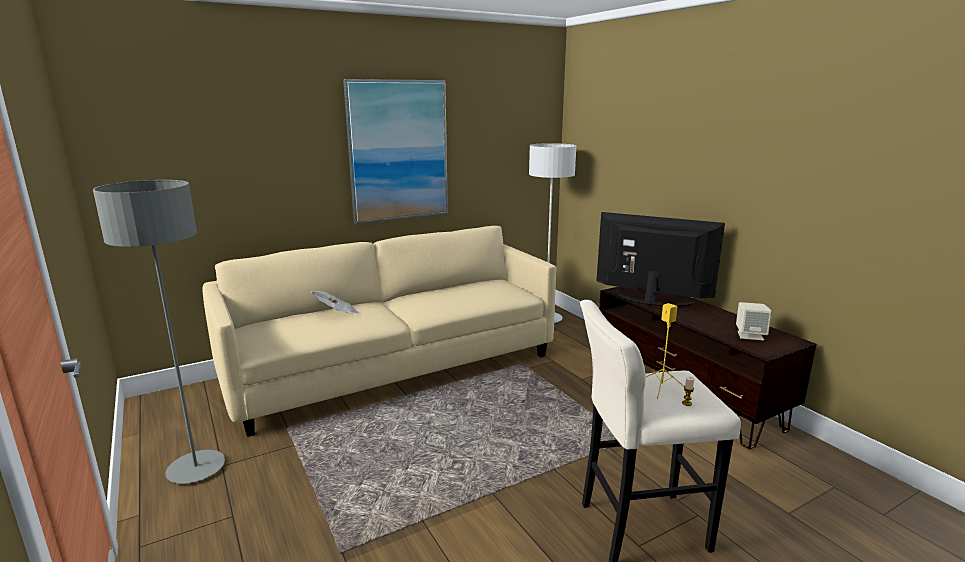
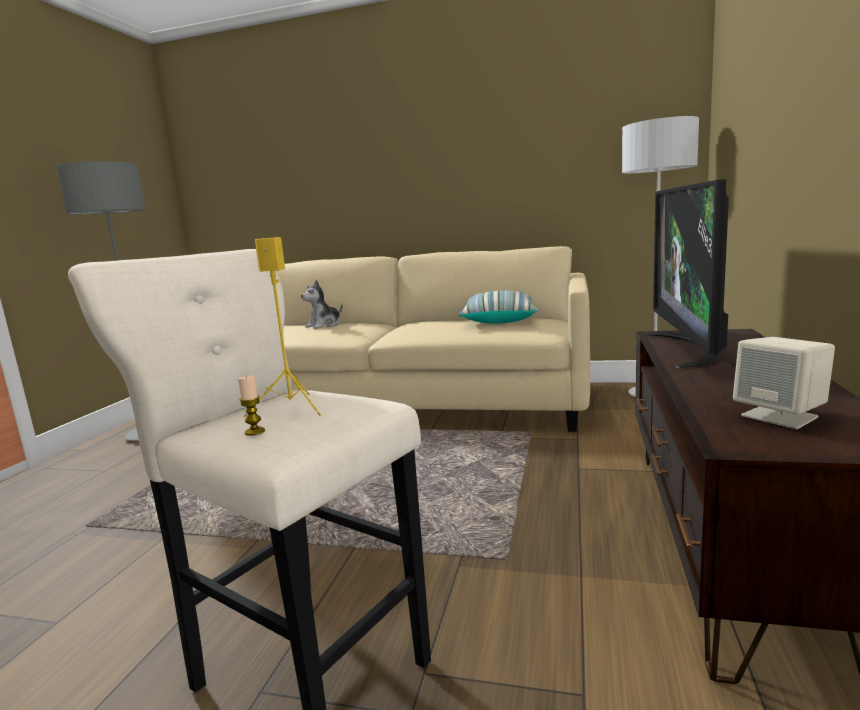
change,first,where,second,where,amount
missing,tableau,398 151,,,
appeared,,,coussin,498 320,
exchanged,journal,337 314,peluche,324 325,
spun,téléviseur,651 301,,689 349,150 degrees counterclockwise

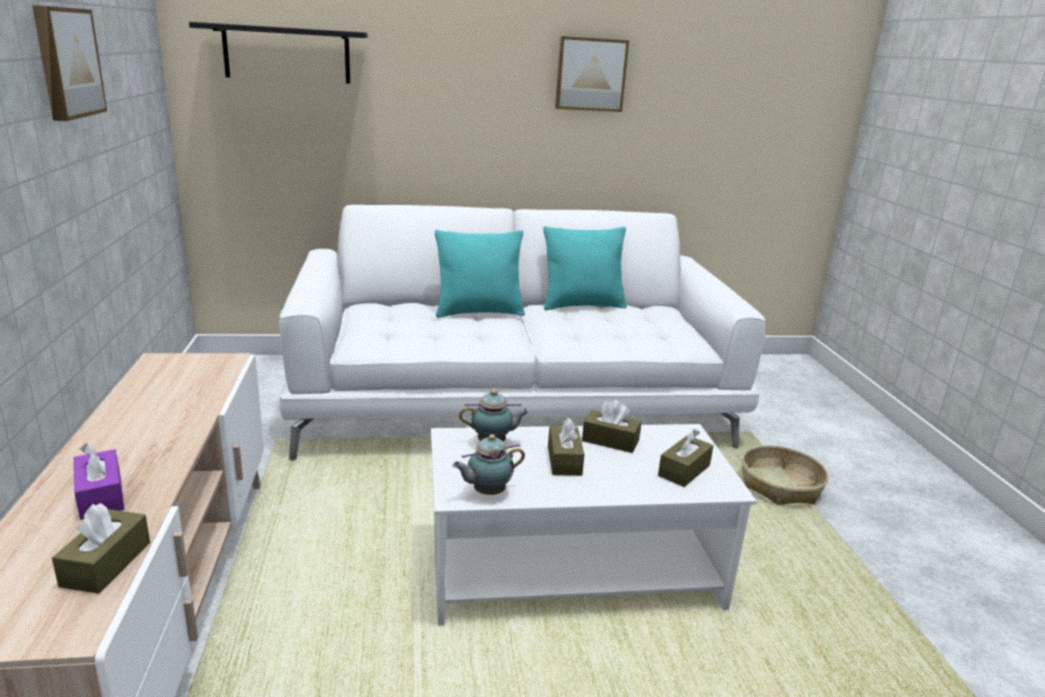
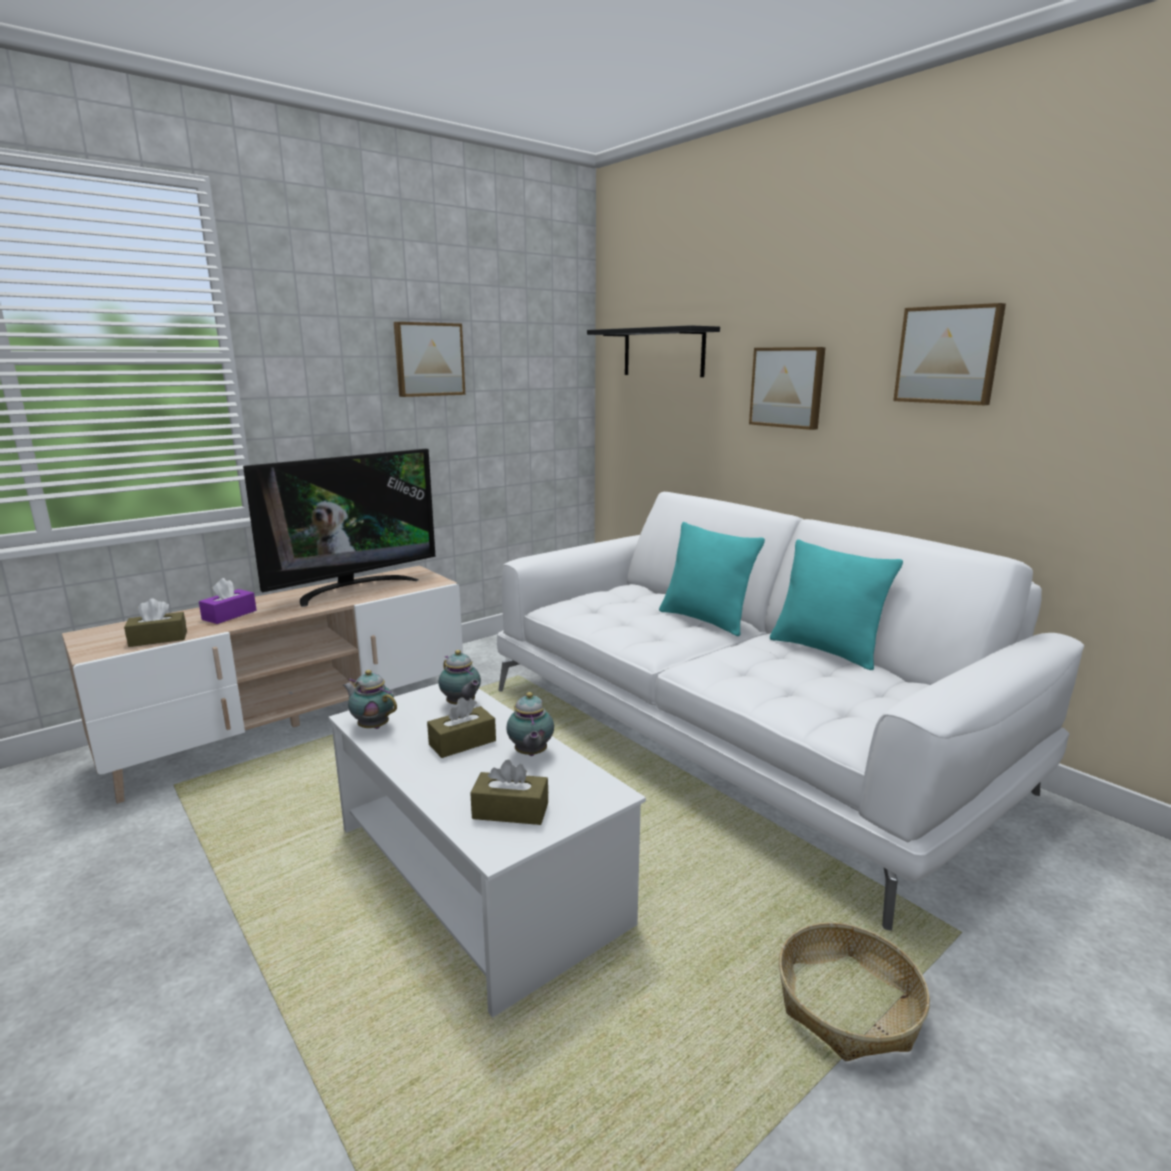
change,first,where,second,where,amount
appeared,,,téléviseur,353 588,
appeared,,,tableau,788 387,
exchanged,boîte à mouchoirs/marron,610 441,théière,530 754,

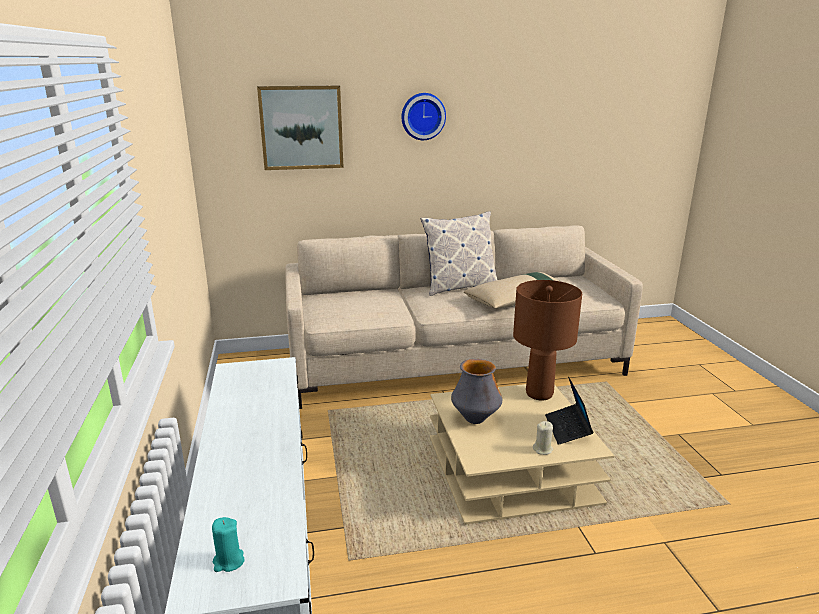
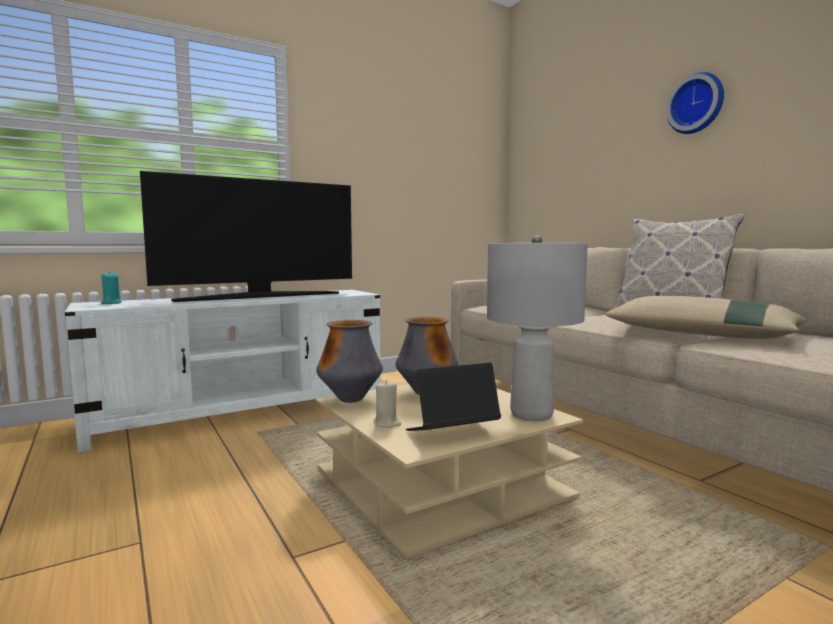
change,first,where,second,where,amount
missing,tableau,301 127,,,
appeared,,,téléviseur,260 297,
appeared,,,vase,350 399,
colour,lampe de table/marron,539 393,lampe de table/gris,532 414,

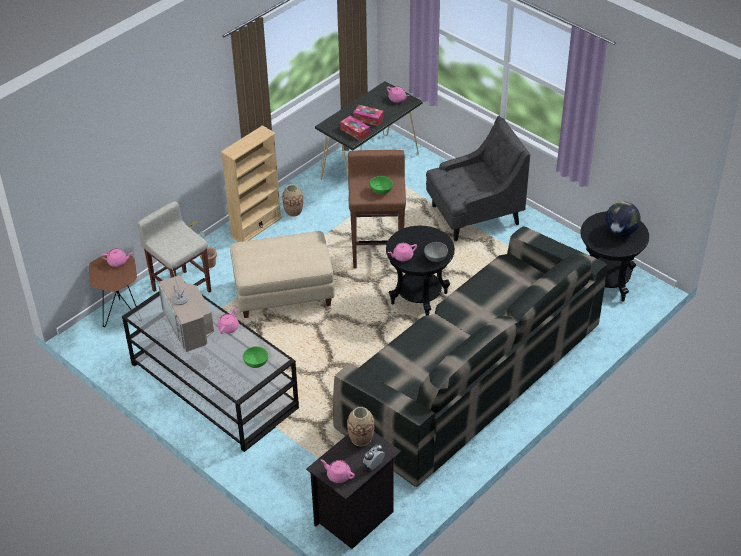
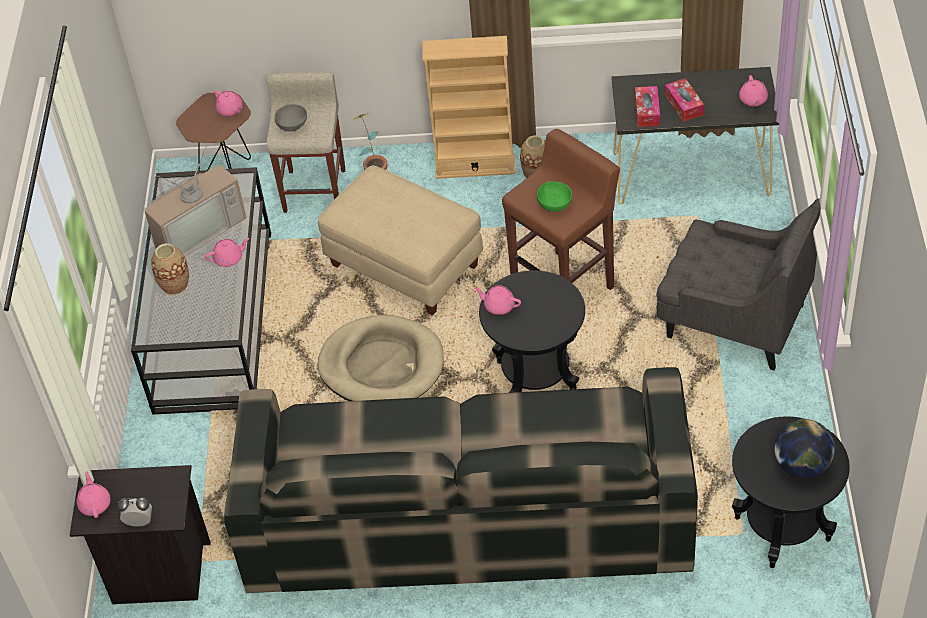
change,first,where,second,where,amount
missing,bol/vert,255 363,,,
appeared,,,panier pour chien/beige,382 365,
relocated,vase,361 438,,175 285,
relocated,bol/gris,436 257,,293 126,
spun,téléviseur,189 326,,198 229,150 degrees counterclockwise

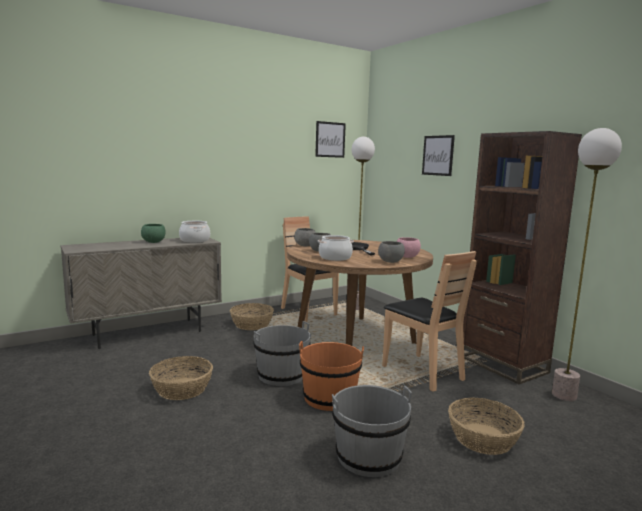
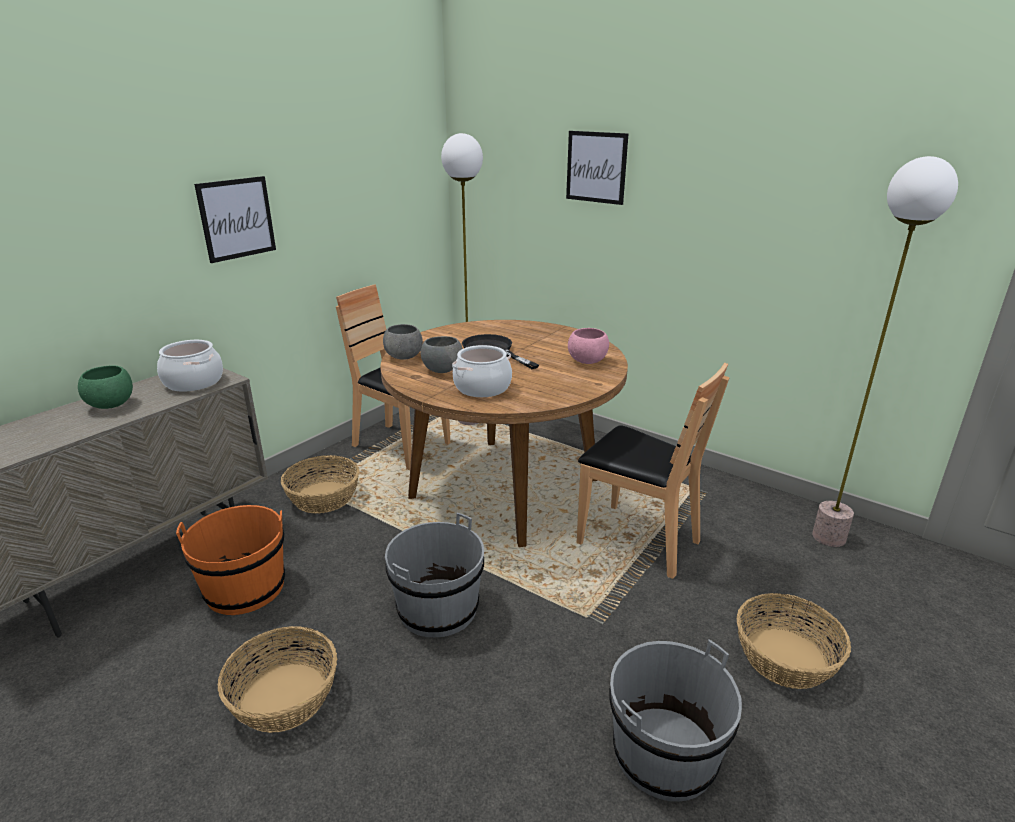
change,first,where,second,where,amount
missing,bol/gris,390 262,,,
missing,bibliothèque/marron,503 365,,,
relocated,seau/orange,329 398,,245 588,
relocated,tableau,330 139,,237 218,

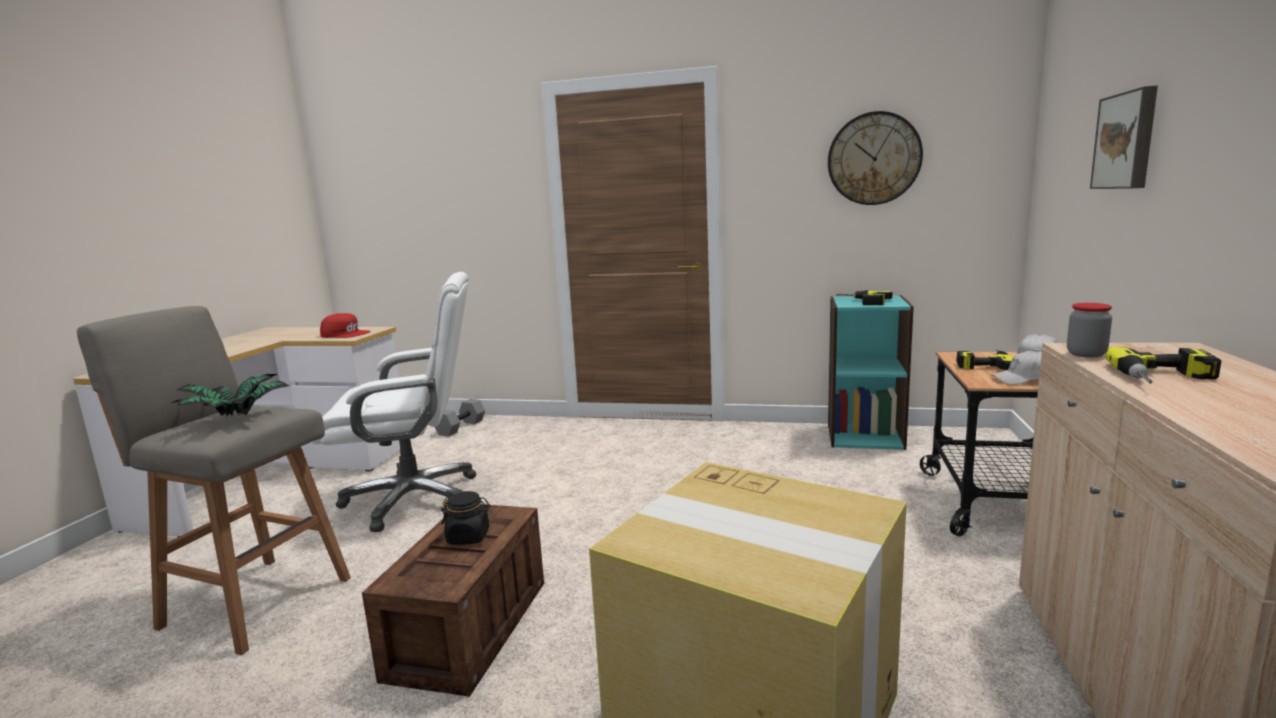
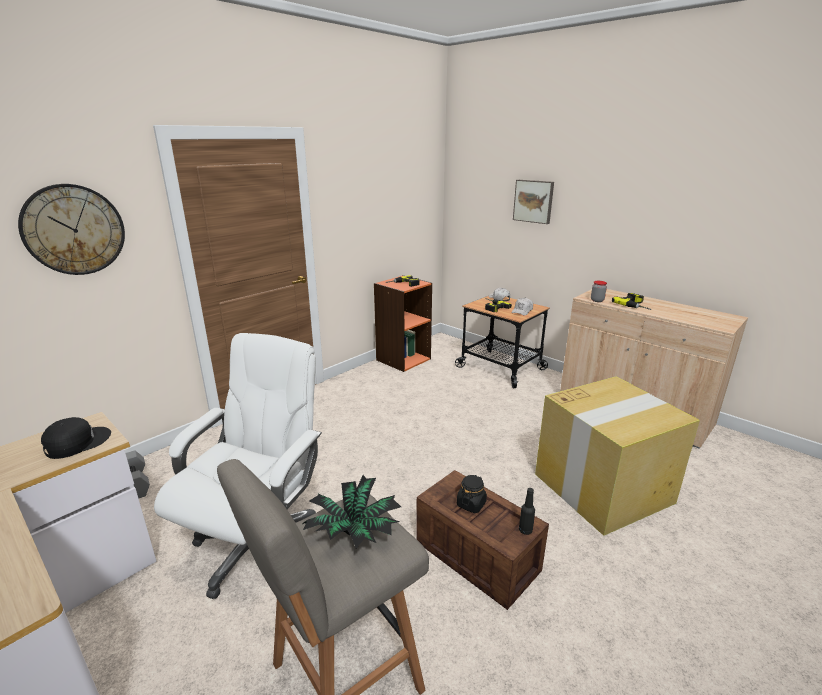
change,first,where,second,where,amount
appeared,,,bouteille/noir,525 530,
relocated,horloge murale,874 159,,74 230,
colour,casquette/rouge,346 334,casquette/noir,77 442,
colour,bibliothèque/turquoise,864 436,bibliothèque/orange,403 359,

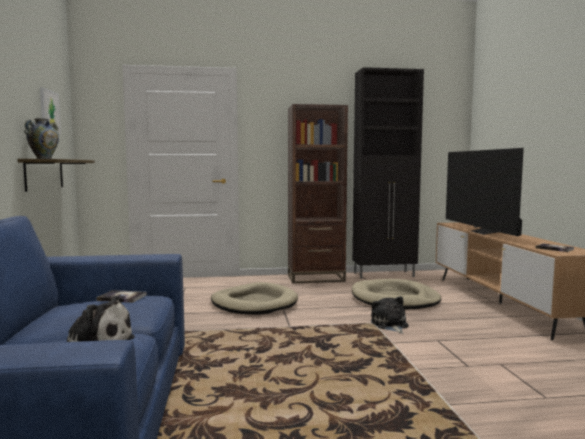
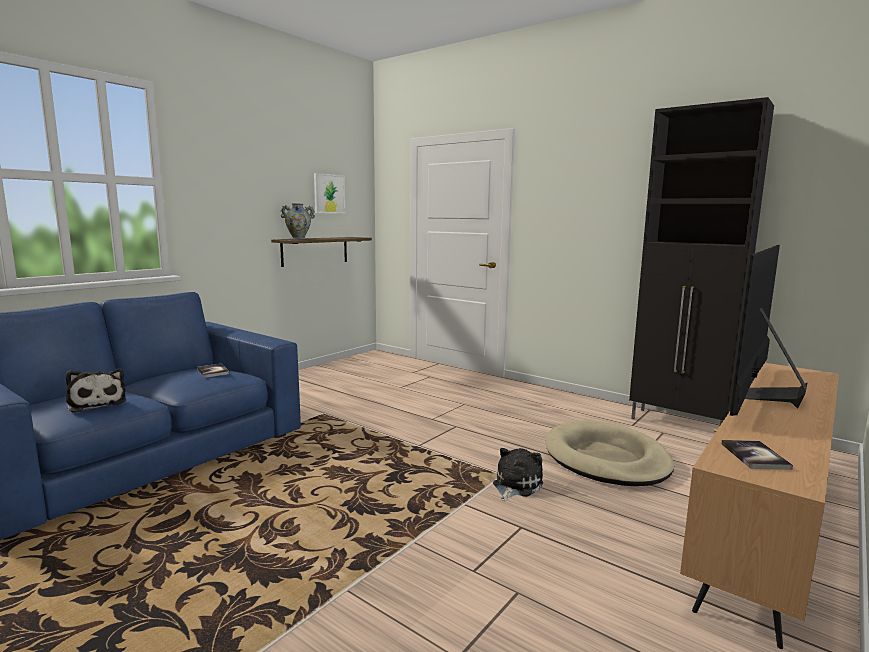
change,first,where,second,where,amount
missing,panier pour chien/beige,254 303,,,
missing,bibliothèque/marron,316 278,,,

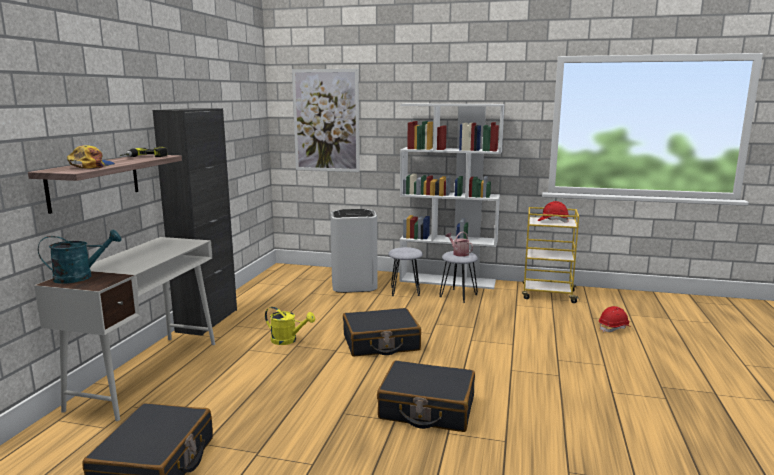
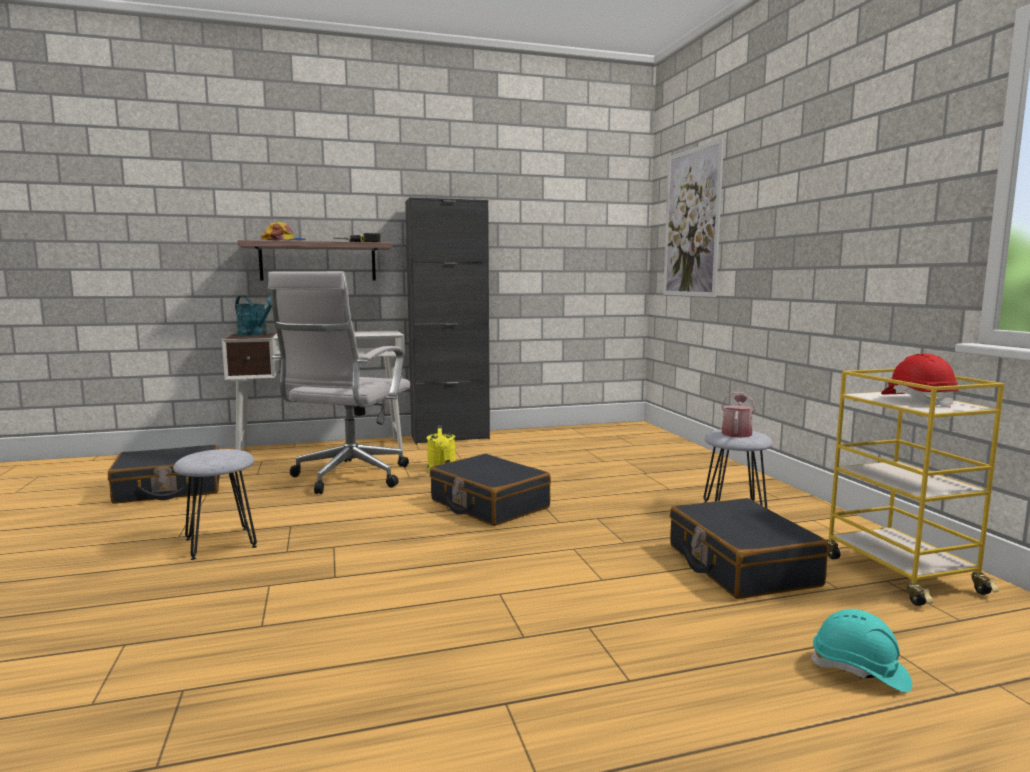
change,first,where,second,where,amount
missing,poubelle/blanc,354 285,,,
missing,bibliothèque/blanc,448 281,,,
appeared,,,chaise de bureau/blanc,348 478,
relocated,valise/noir,427 408,,740 565,
relocated,tabouret/gris,405 291,,221 543,
colour,casque de chantier/rouge,614 328,casque de chantier/turquoise,860 671,

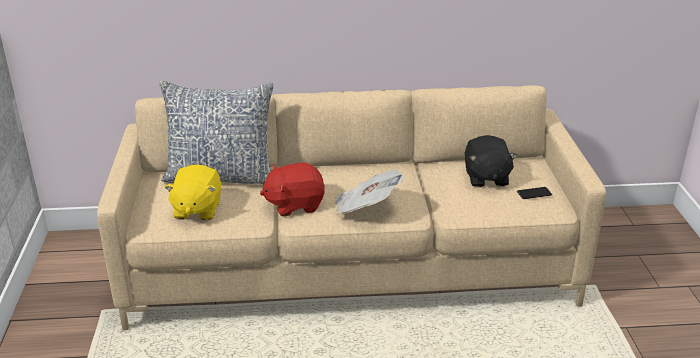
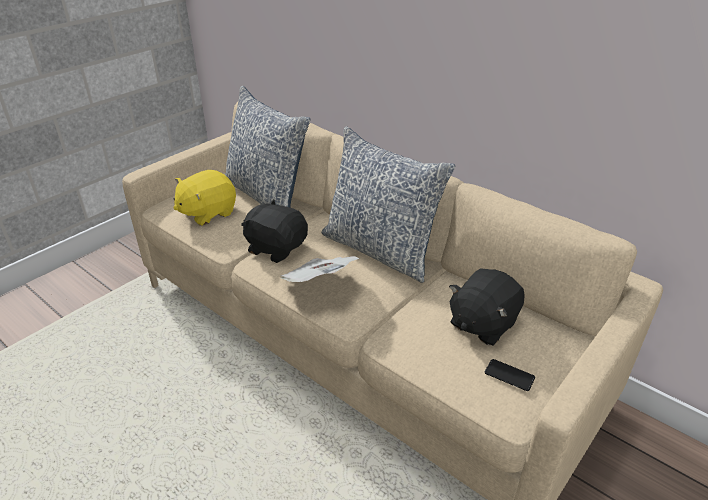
change,first,where,second,where,amount
appeared,,,coussin,380 250,
colour,peluche/rouge,294 204,peluche/noir,276 248,

